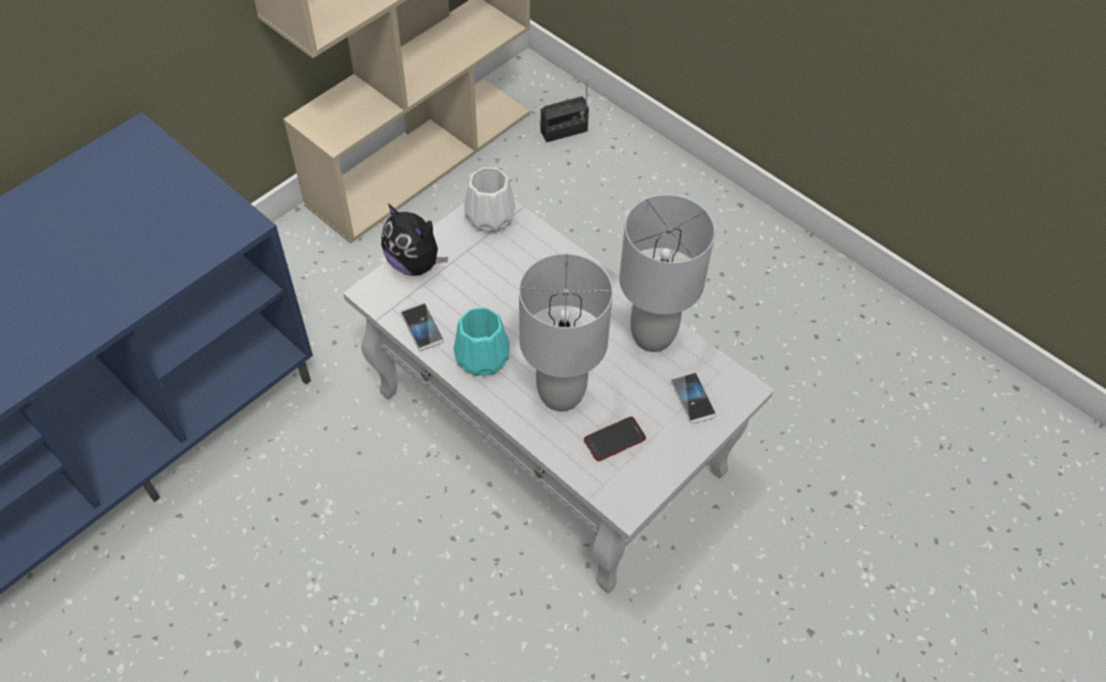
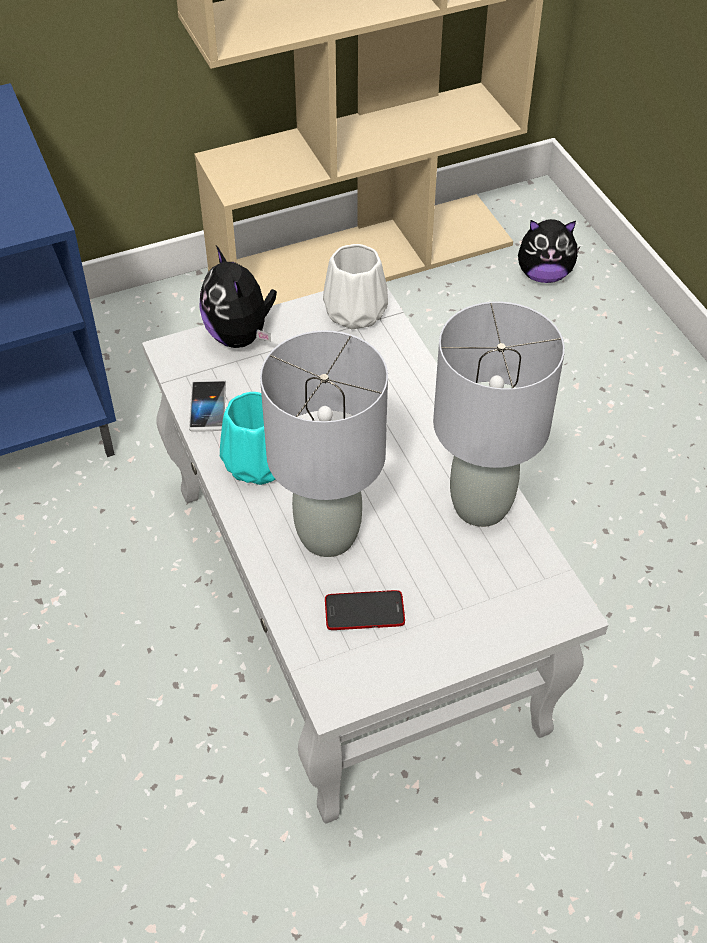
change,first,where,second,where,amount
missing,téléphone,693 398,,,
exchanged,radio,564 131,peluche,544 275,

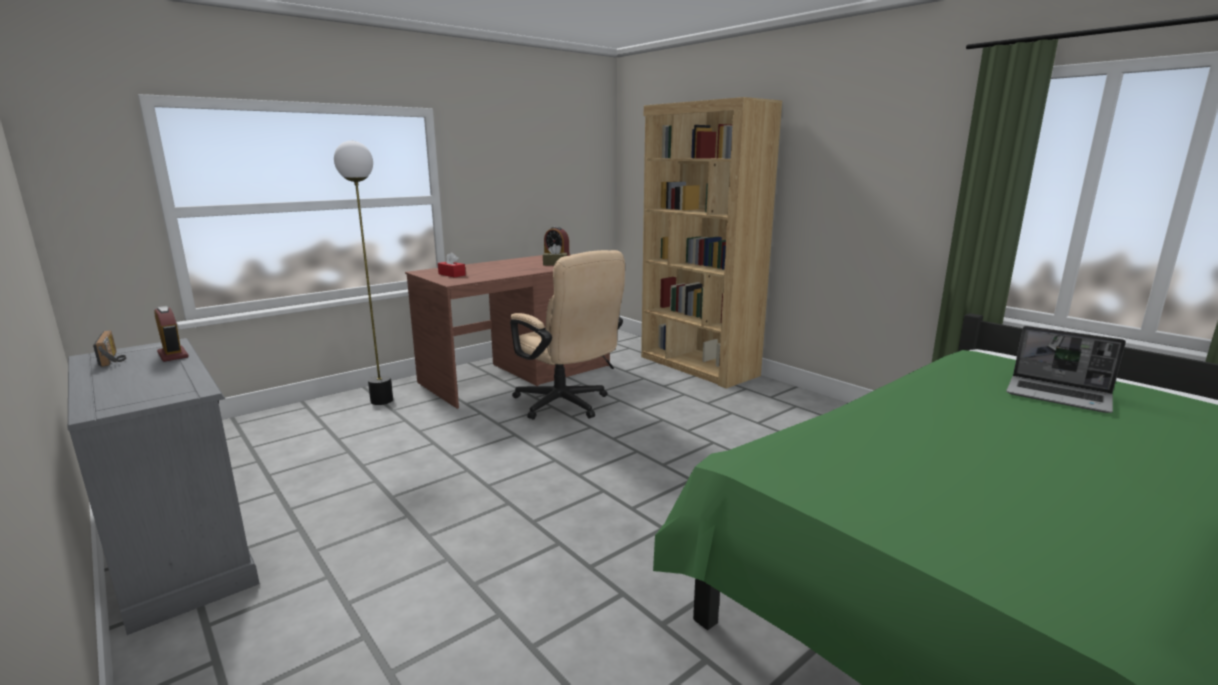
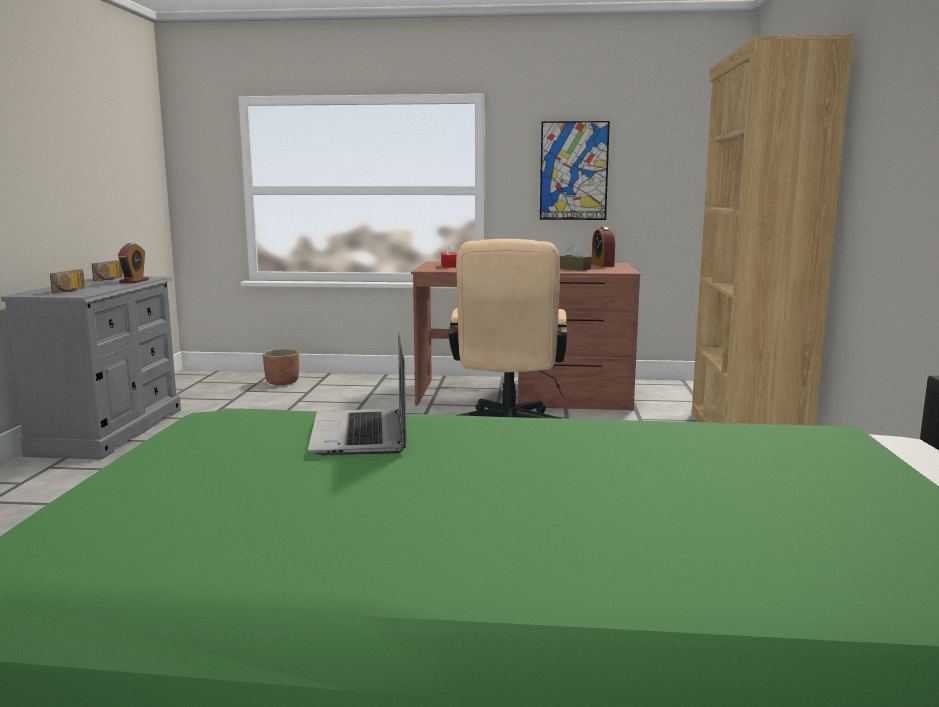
change,first,where,second,where,amount
missing,lampadaire,382 400,,,
appeared,,,radio,71 290,
appeared,,,cache-pot,282 382,
appeared,,,tableau,574 171,
relocated,ordinateur portable,1059 396,,361 435,

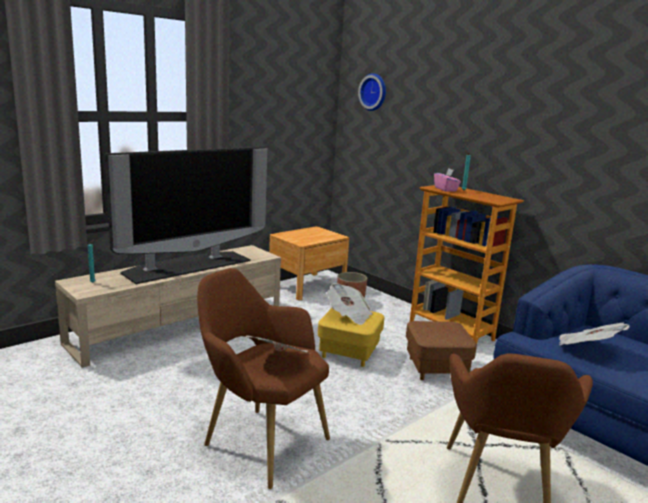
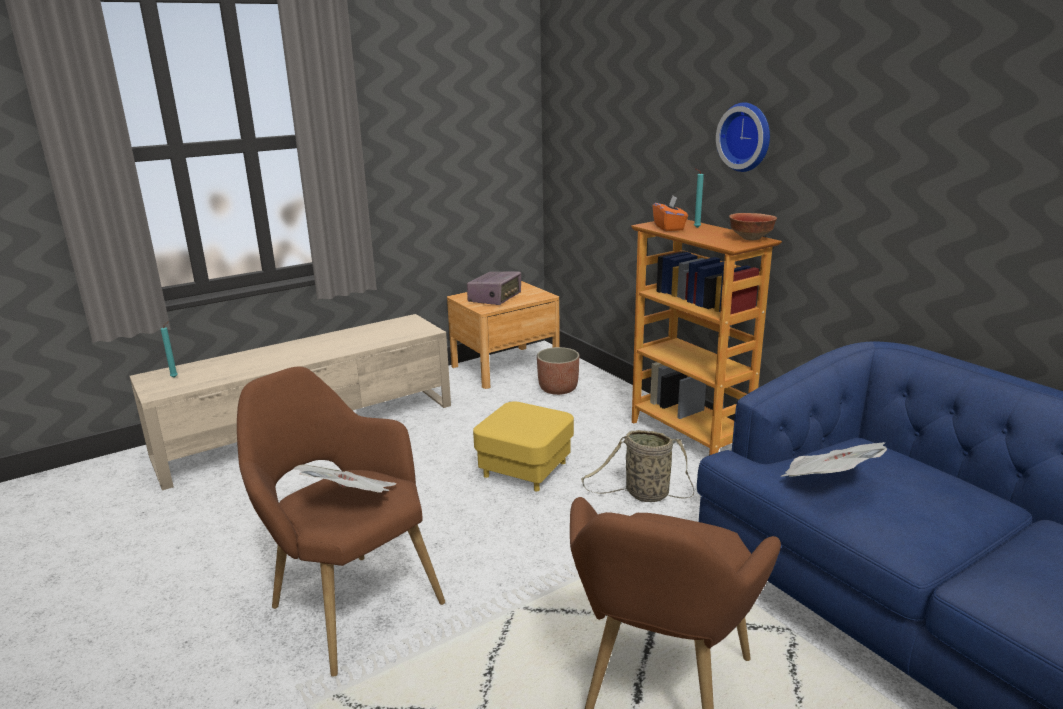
change,first,where,second,where,amount
missing,téléviseur,187 266,,,
missing,journal,348 315,,,
appeared,,,radio,495 298,
appeared,,,bol,750 238,
relocated,horloge murale,374 92,,747 137,
exchanged,pouf/marron,436 368,panier,643 494,
colour,boîte à mouchoirs/rose,446 189,boîte à mouchoirs/orange,669 227,

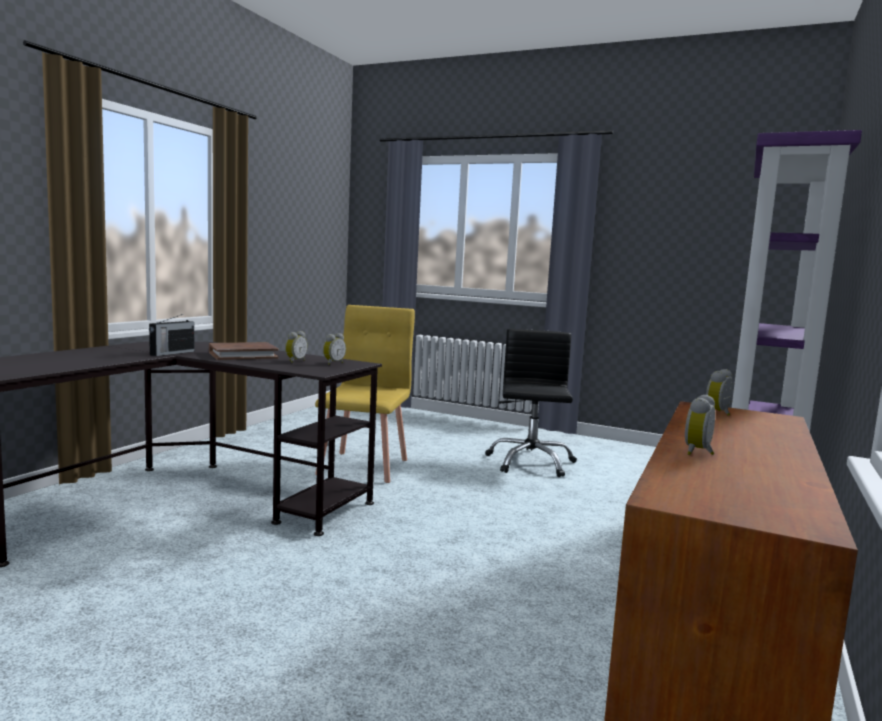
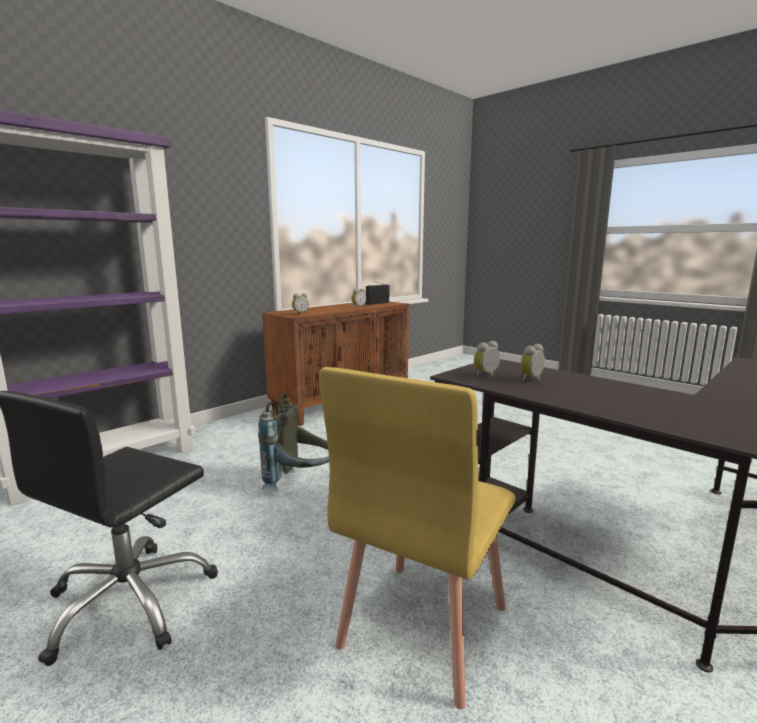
change,first,where,second,where,amount
missing,livre/marron,243 355,,,
appeared,,,sac à dos/gris,300 484,
relocated,radio,171 353,,378 303,

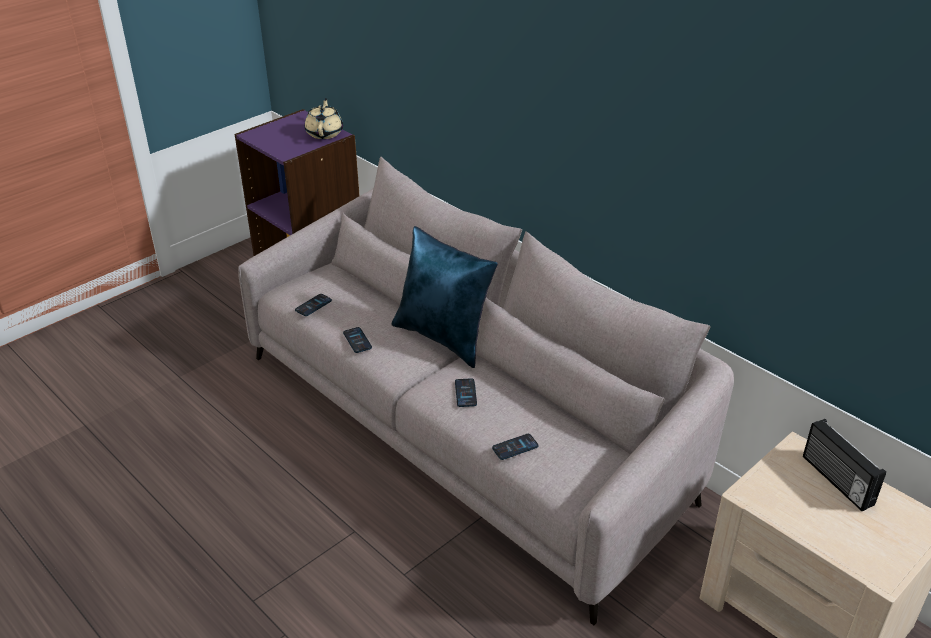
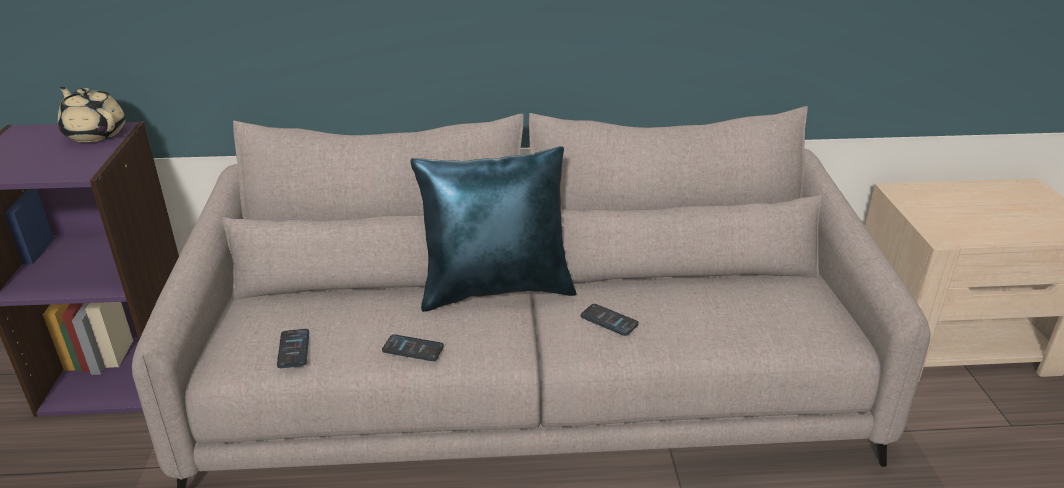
change,first,where,second,where,amount
missing,téléphone,515 447,,,
missing,radio,836 481,,,

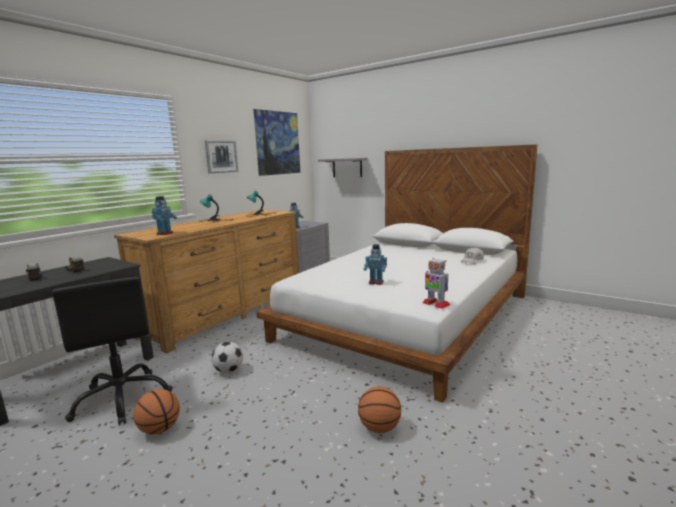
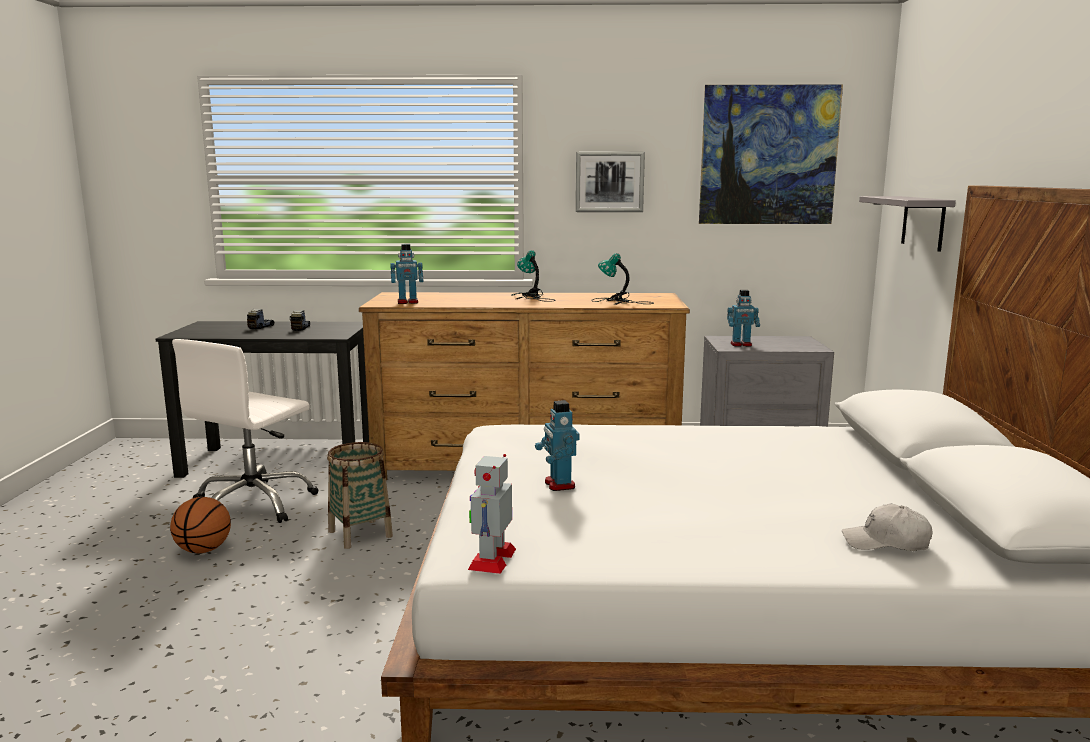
change,first,where,second,where,amount
missing,ballon de basket,379 428,,,
exchanged,ballon de foot,229 370,panier,360 534,
colour,chaise de bureau/noir,123 398,chaise de bureau/blanc,253 504,

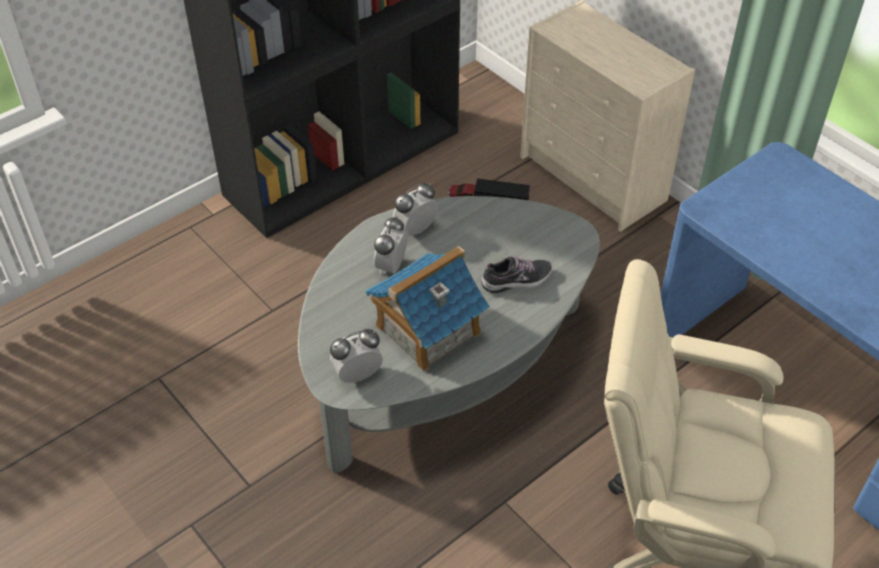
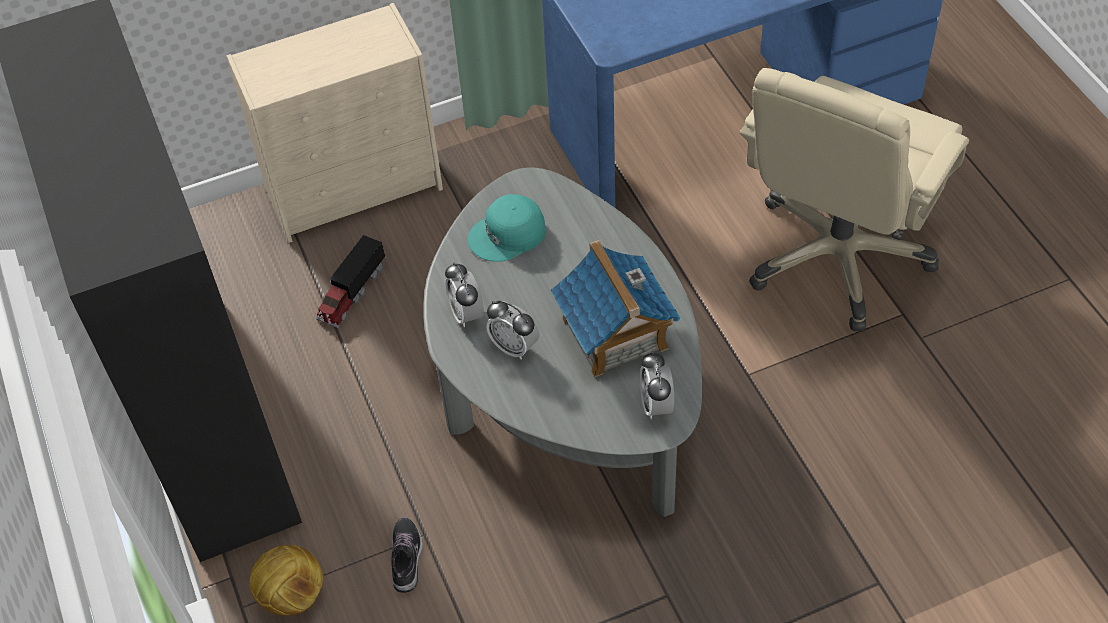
change,first,where,second,where,amount
appeared,,,ballon de foot,292 596,
appeared,,,casquette/turquoise,508 235,
relocated,chaussure,516 280,,406 558,

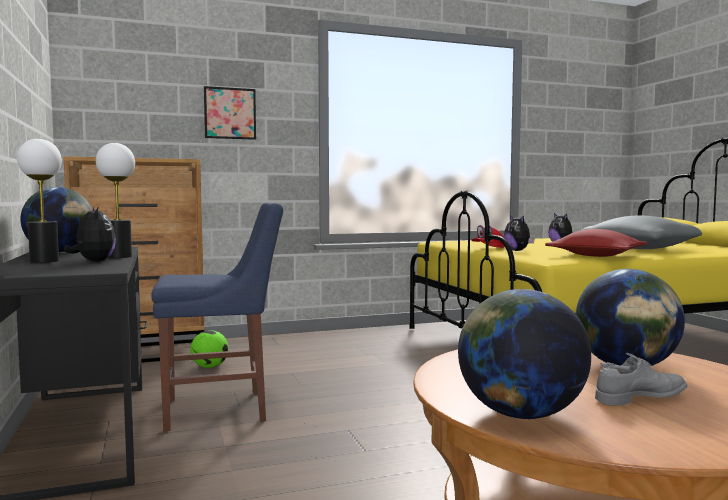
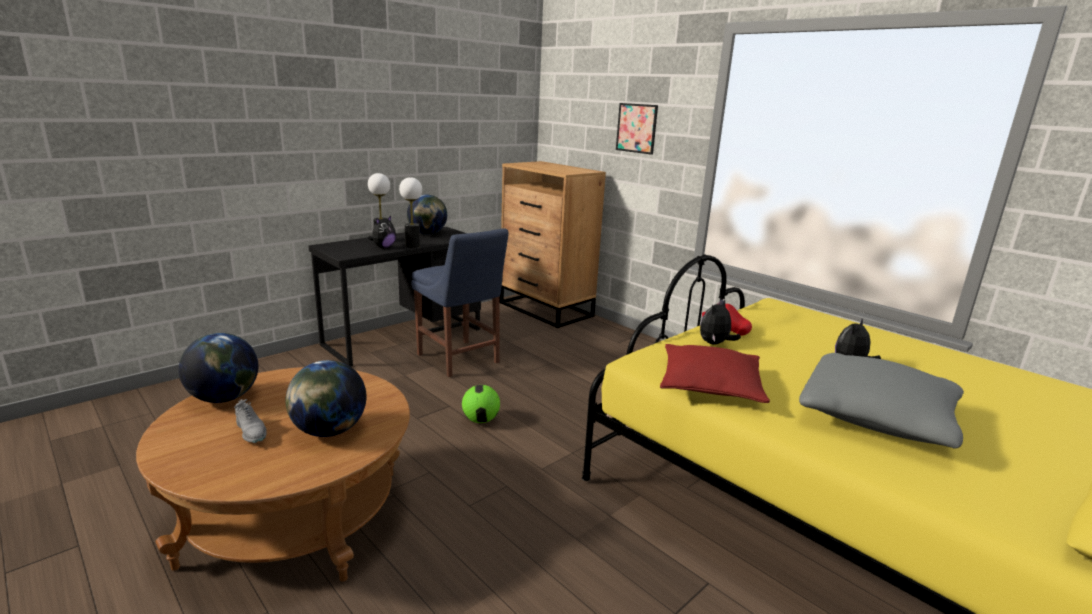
change,first,where,second,where,amount
relocated,ballon de foot,209 367,,480 420,

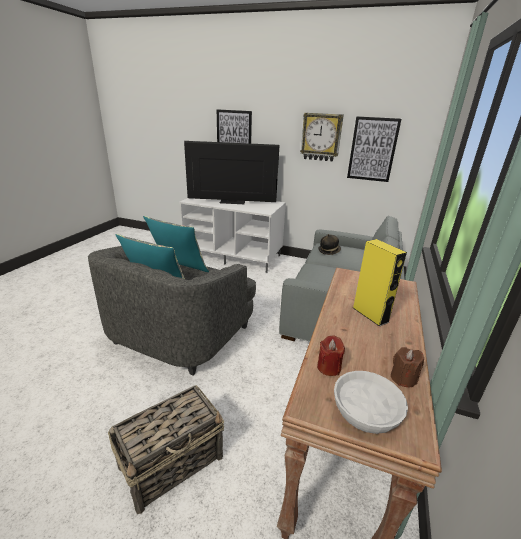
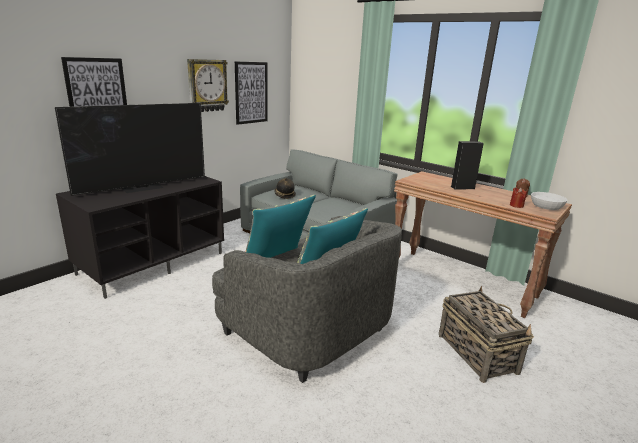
change,first,where,second,where,amount
colour,meuble télé/blanc,234 256,meuble télé/noir,153 262,
colour,enceinte/jaune,370 314,enceinte/noir,462 188,
spun,téléviseur,231 202,,143 187,150 degrees counterclockwise

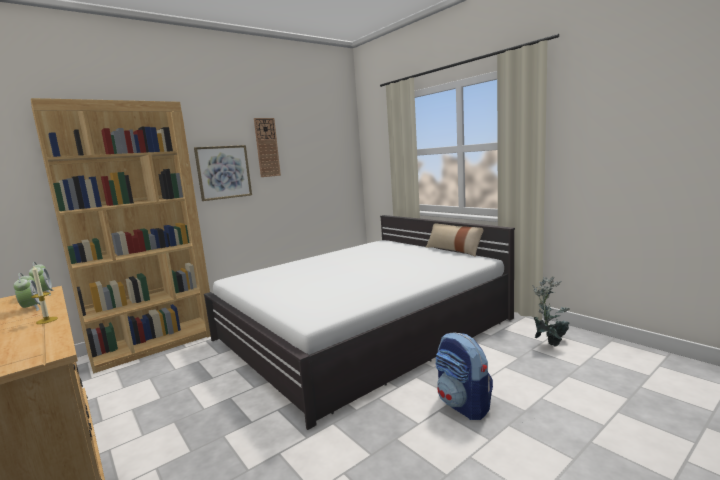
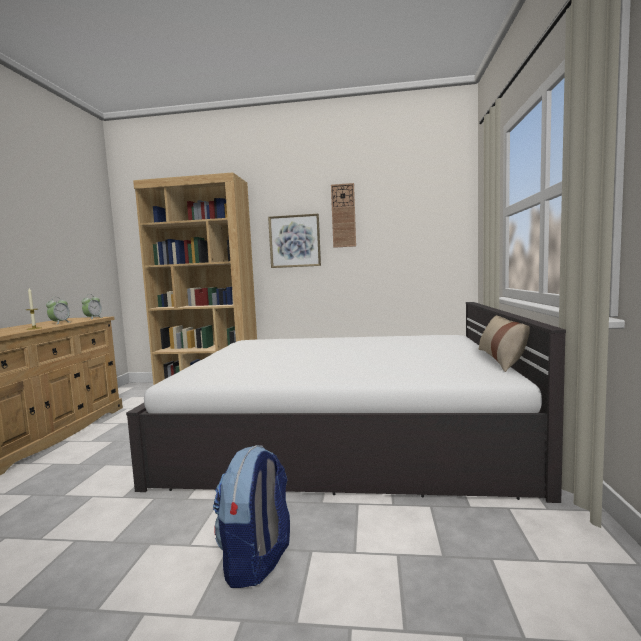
change,first,where,second,where,amount
missing,plante en pot,549 343,,,

